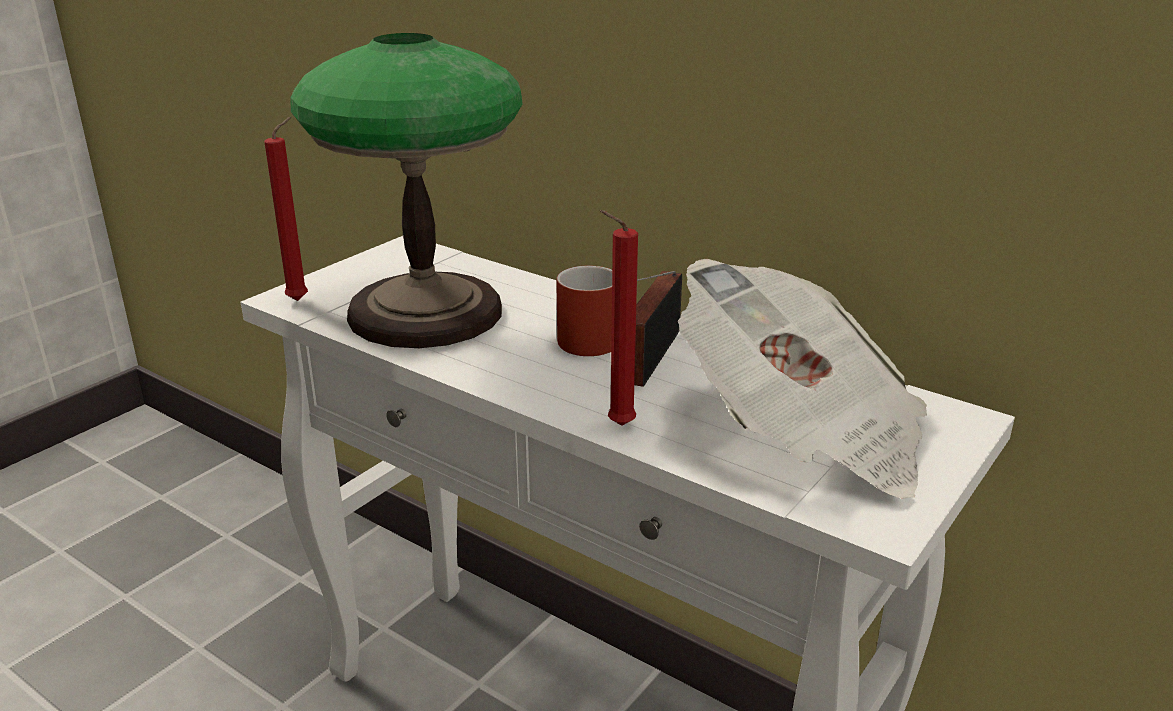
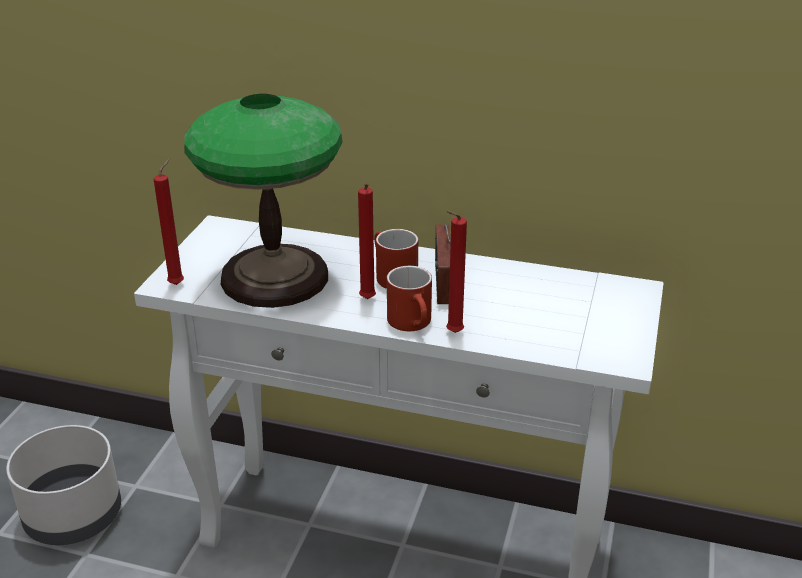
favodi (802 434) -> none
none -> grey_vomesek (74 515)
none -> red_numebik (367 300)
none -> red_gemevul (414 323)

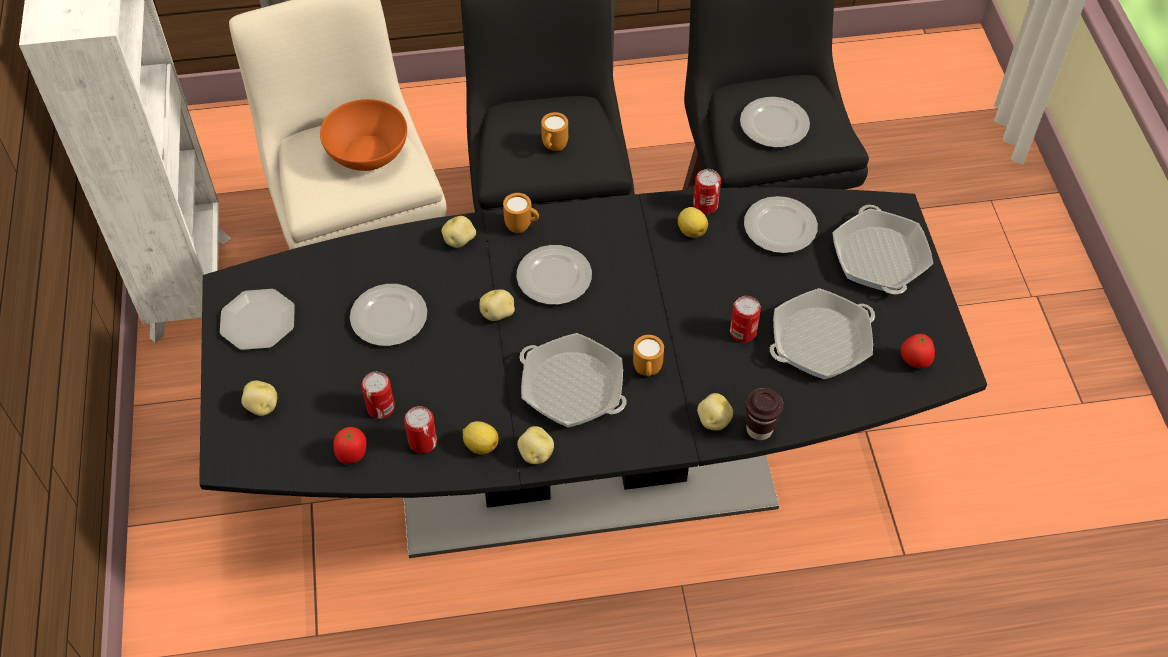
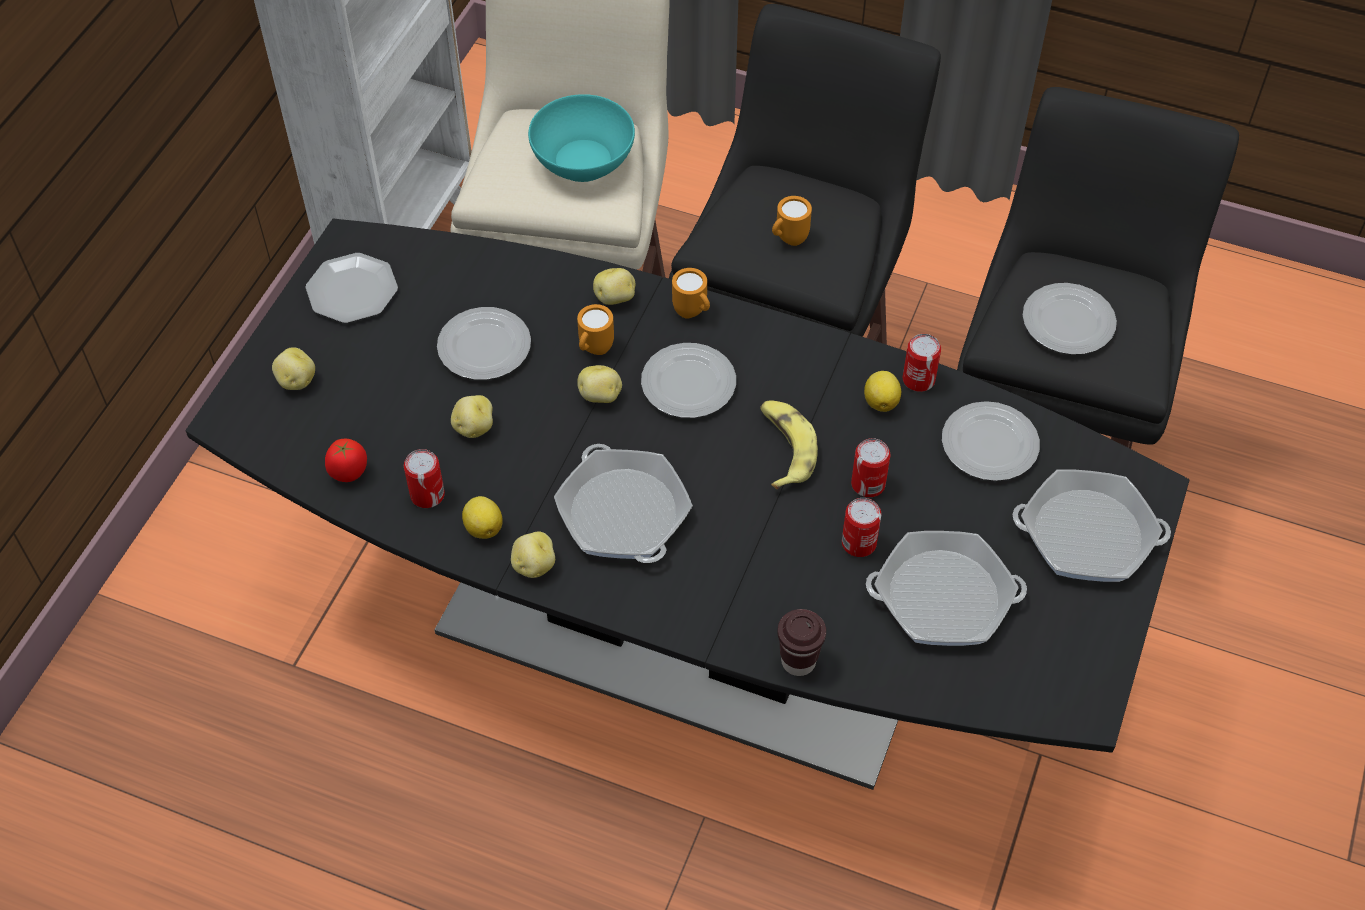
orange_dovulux (368 153) -> turquoise_dovulux (584 161)
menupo (381 407) -> menupo (868 484), moved
orange_gemevul (647 372) -> orange_gemevul (594 350), moved
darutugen (713 421) -> darutugen (473 427), moved
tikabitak (879 257) -> tikabitak (1087 534), 105 degrees counterclockwise
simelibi (914 362) -> none
none -> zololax (784 448)

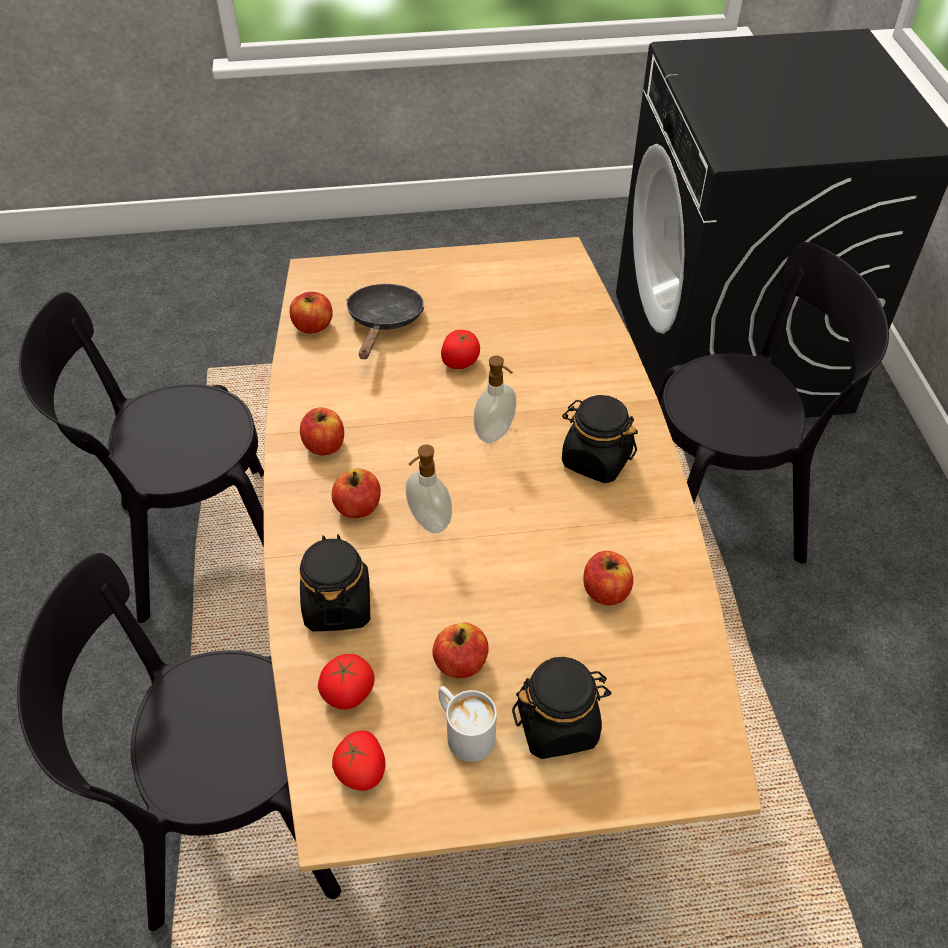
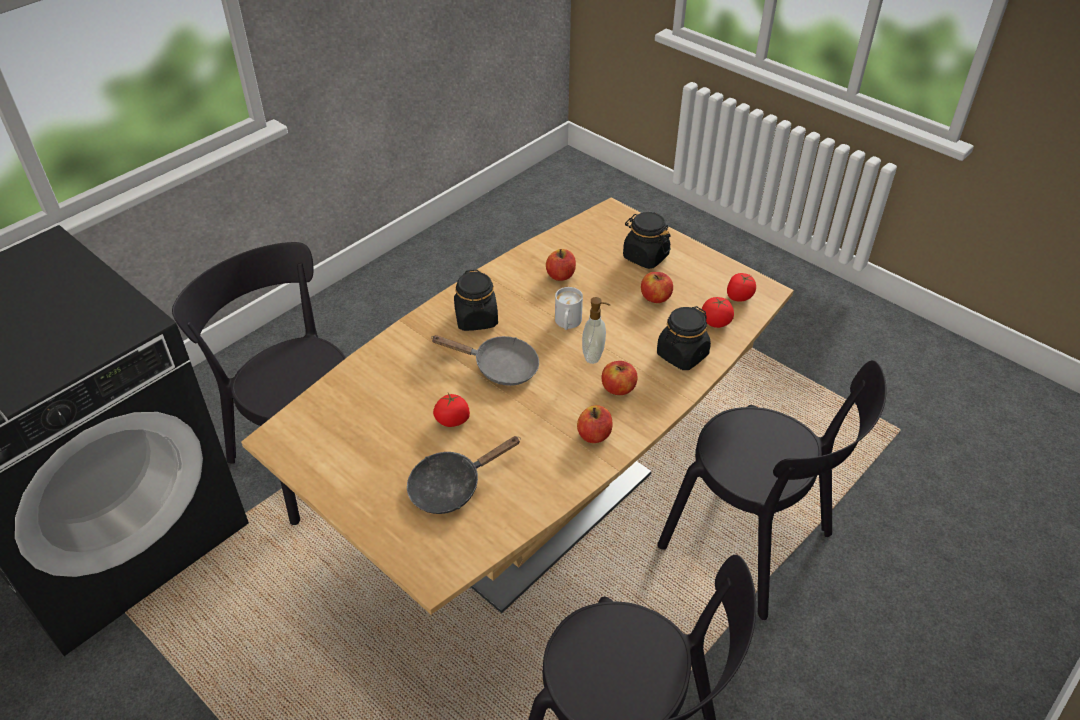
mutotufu (313 326) -> none
white_gemevul (463 731) -> white_gemevul (567 324), moved
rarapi (496 433) -> grey_tikabitak (499 367)

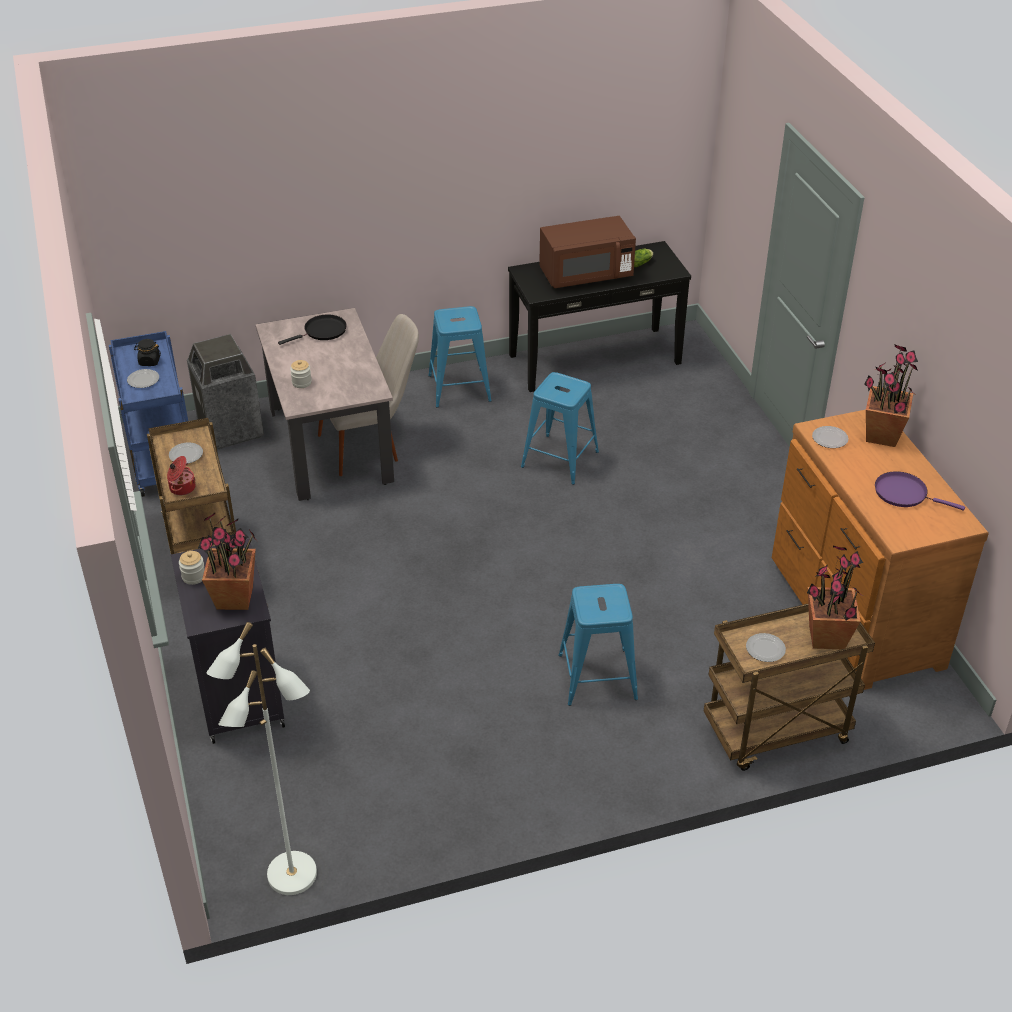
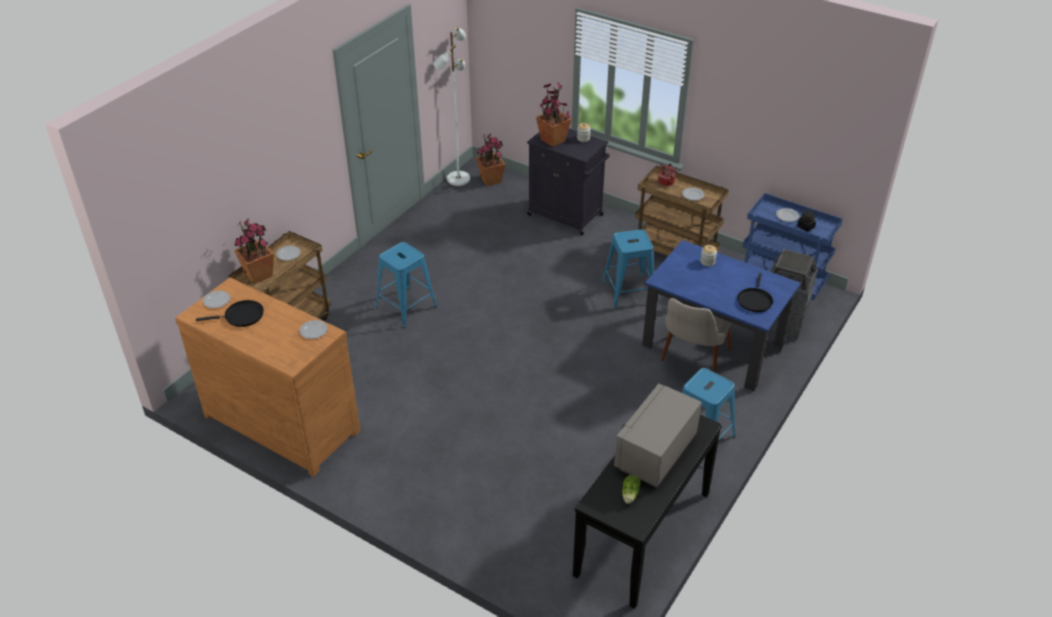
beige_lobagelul (330 445) -> blue_lobagelul (712 346)
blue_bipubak (559 459) -> blue_bipubak (628 292), moved
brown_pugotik (586 274) -> grey_pugotik (655 452)
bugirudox (881 436) -> bugirudox (491 180), moved
purple_tikabitak (904 493) -> black_tikabitak (241 316)
none -> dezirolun (216 300)

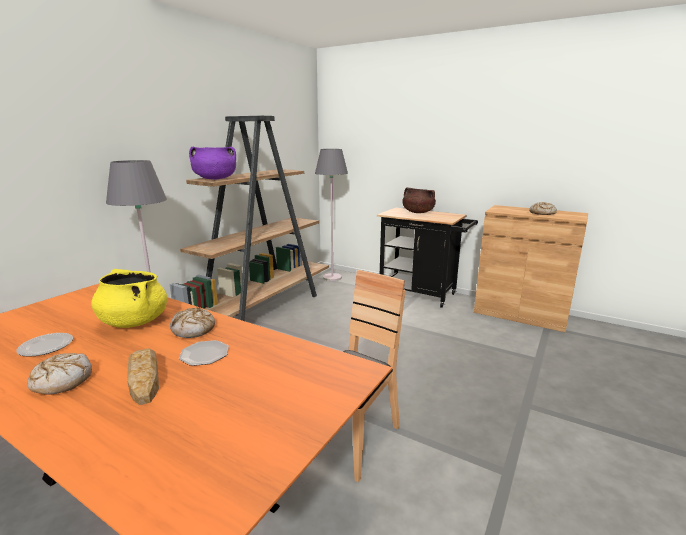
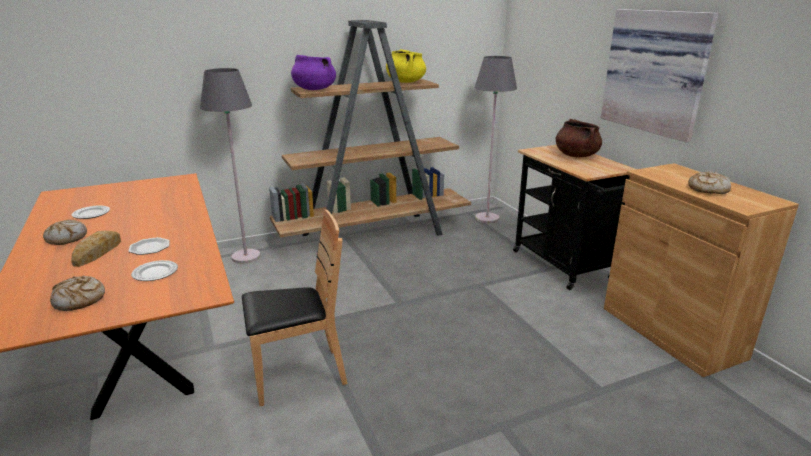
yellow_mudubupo (134 322) -> yellow_mudubupo (405 82), moved
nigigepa (193 329) -> nigigepa (79 300), moved
none -> dezirolun (155 273)
none -> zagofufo (657 72)

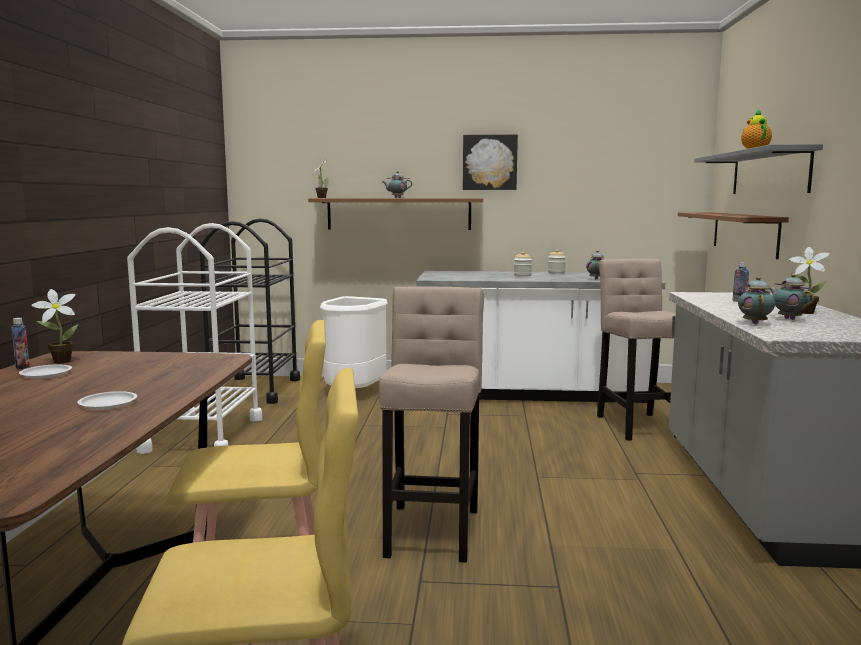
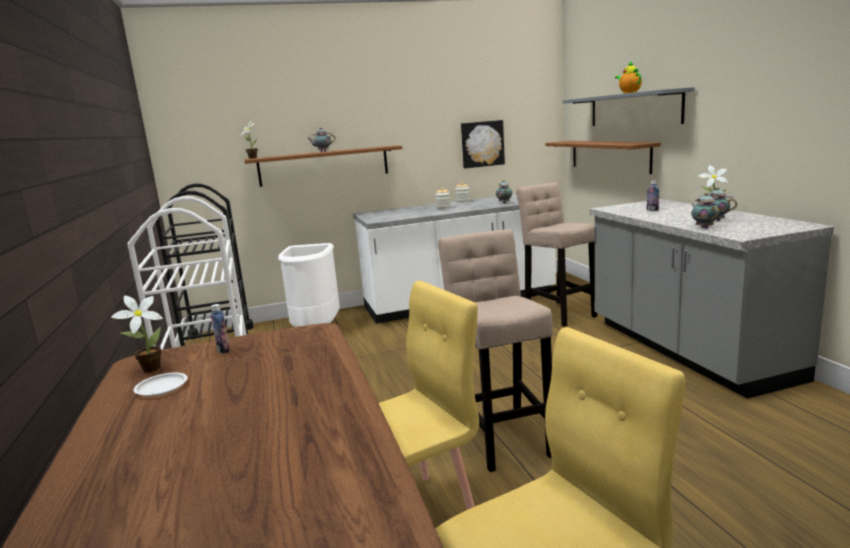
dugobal (22 367) -> dugobal (223 350), moved
white_dezirolun (108 404) -> none
zagofufo (489 162) -> zagofufo (482 144), moved

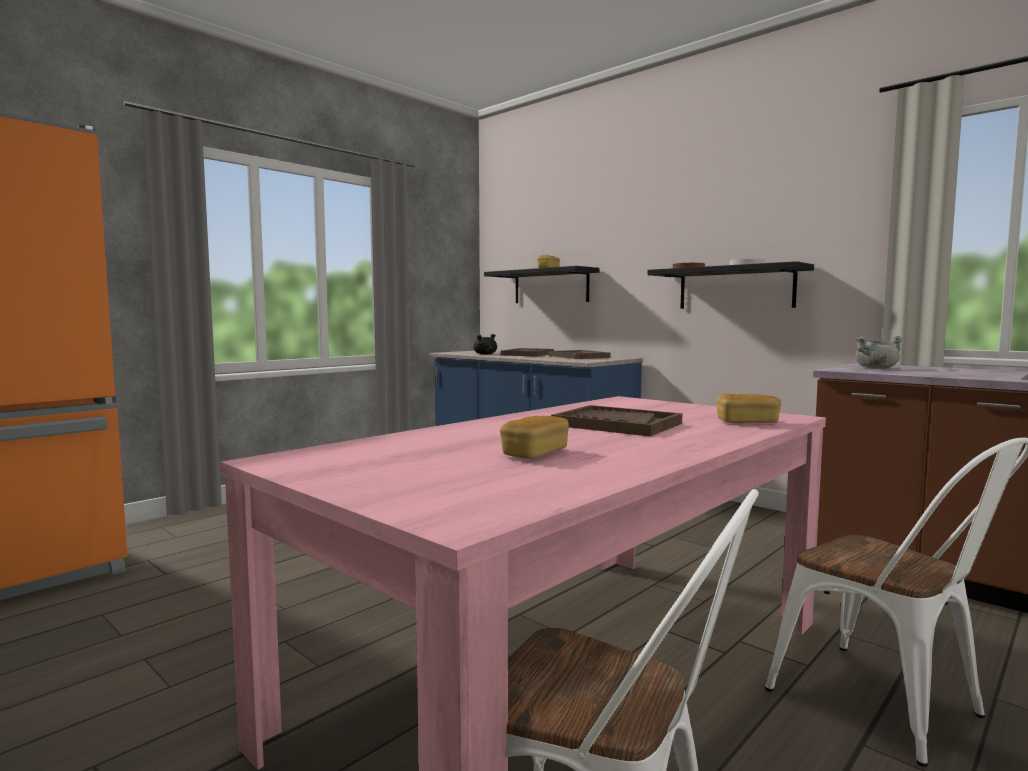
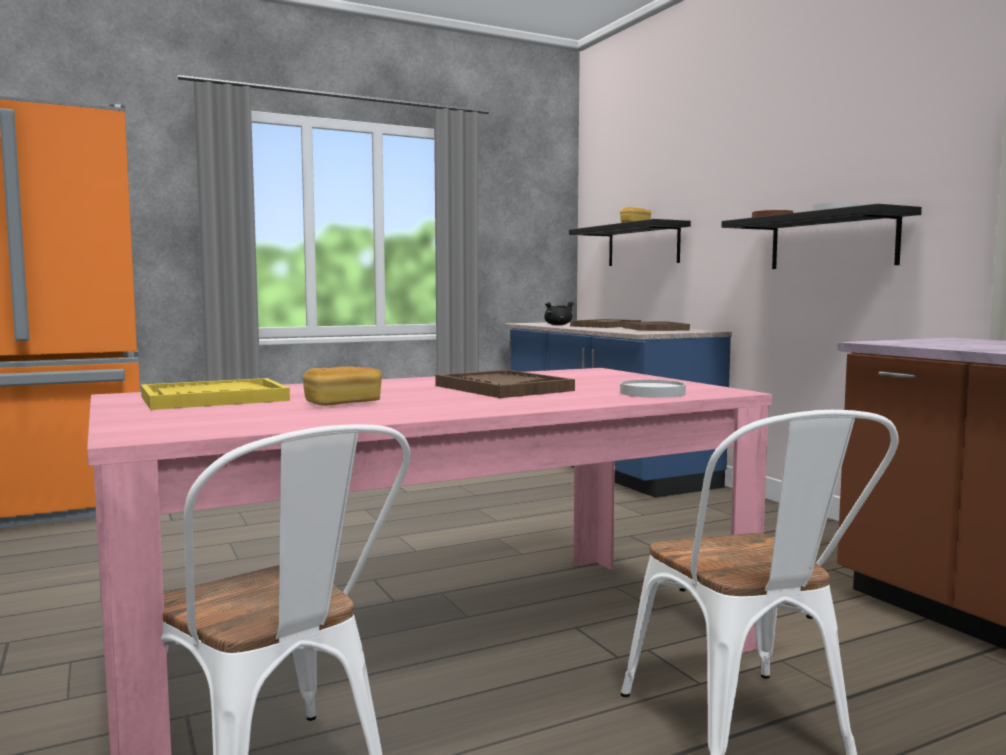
nigigepa (747 422) -> white_dezirolun (652 393)
grey_mudubupo (876 368) -> none
none -> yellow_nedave (214 398)

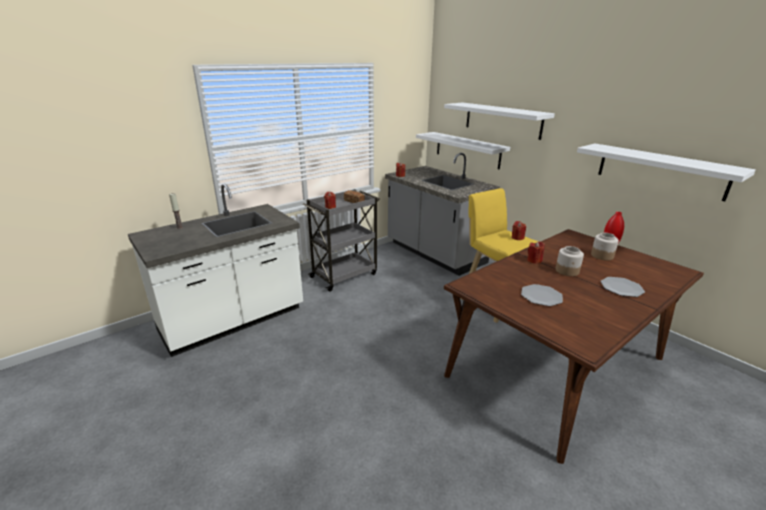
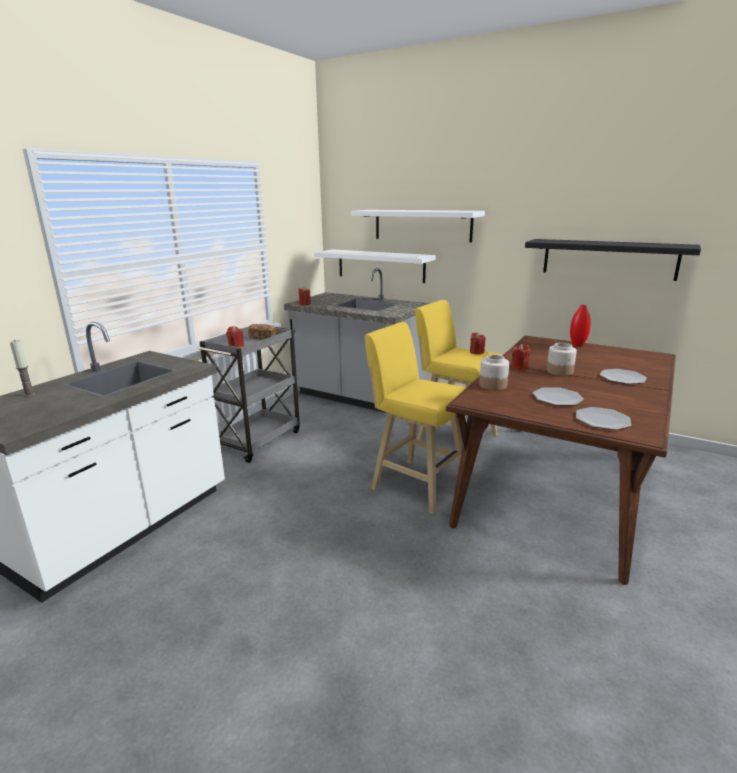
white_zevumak (660 170) -> black_zevumak (608 259)
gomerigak (601 255) -> gomerigak (492 385), moved
none -> yellow_bipubak (416 484)
none -> dezirolun (602 420)

